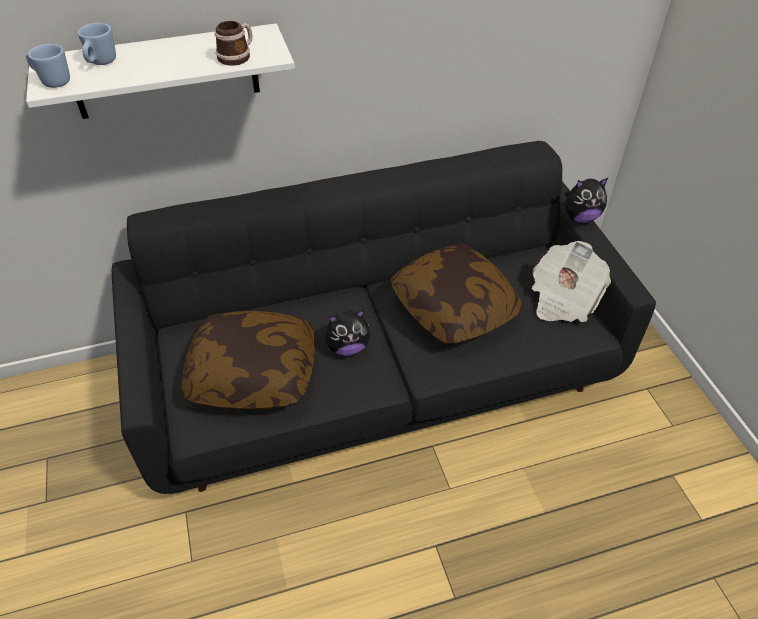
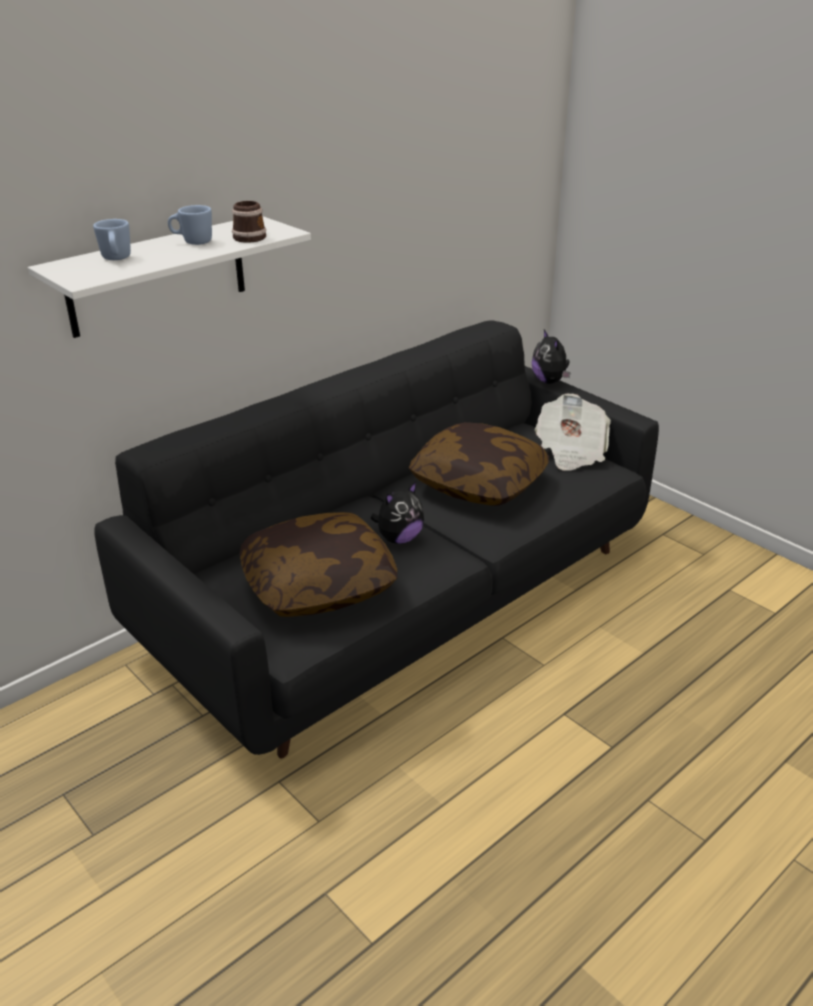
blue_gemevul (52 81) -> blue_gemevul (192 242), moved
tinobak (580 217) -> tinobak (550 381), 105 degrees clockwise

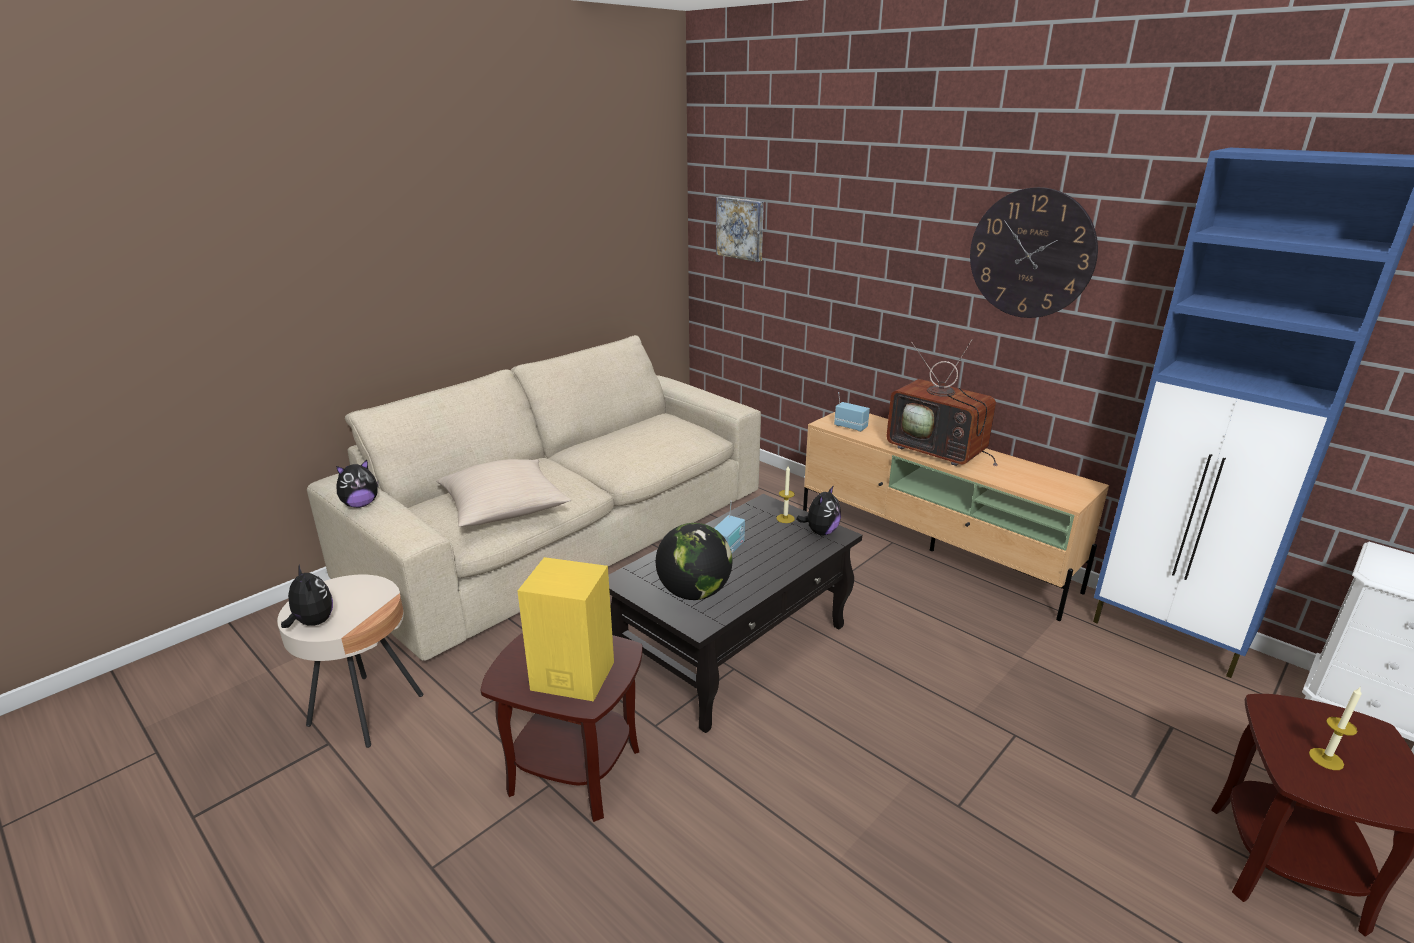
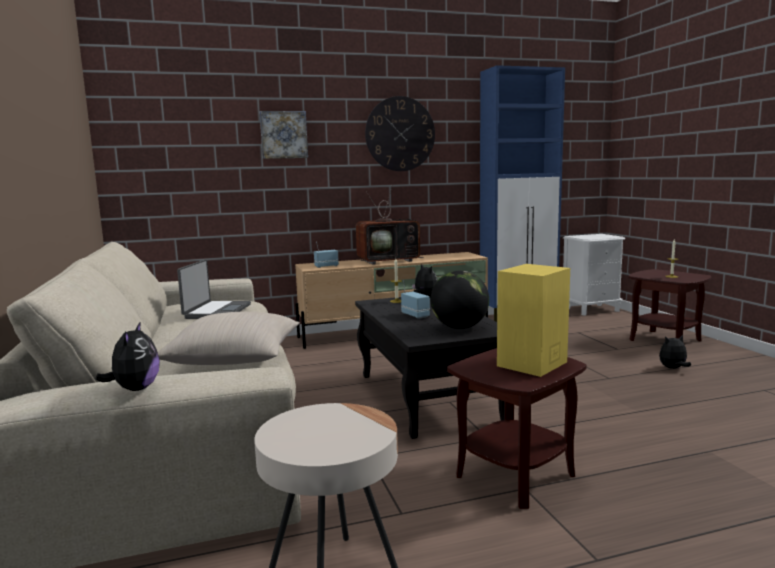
tinobak (312 622) -> tinobak (673 368), moved
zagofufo (741 228) -> zagofufo (283 135), moved
none -> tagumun (216 311)

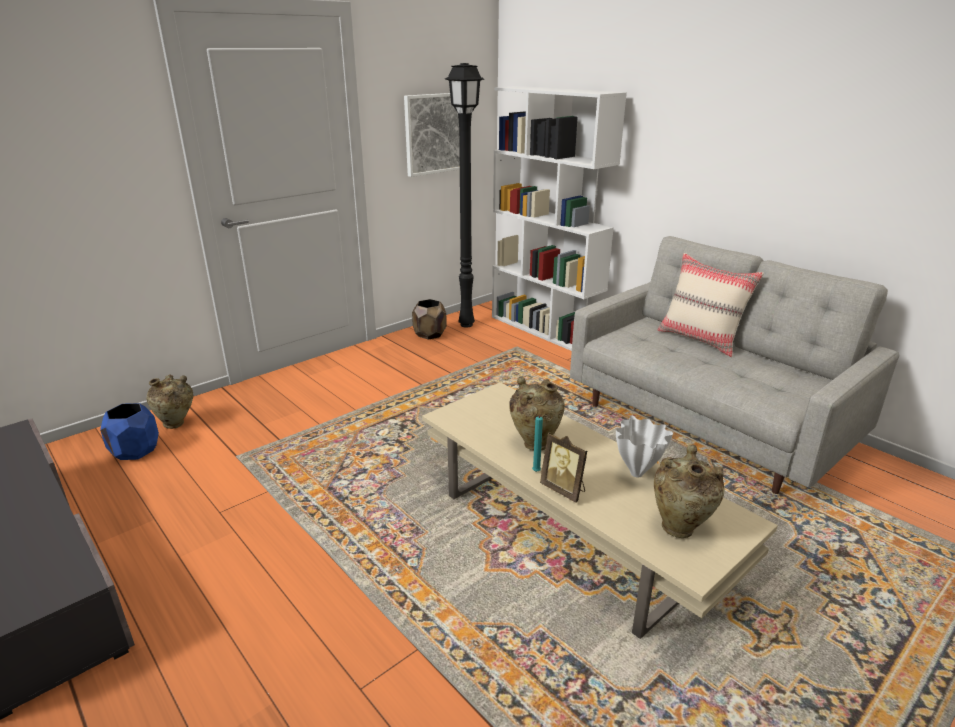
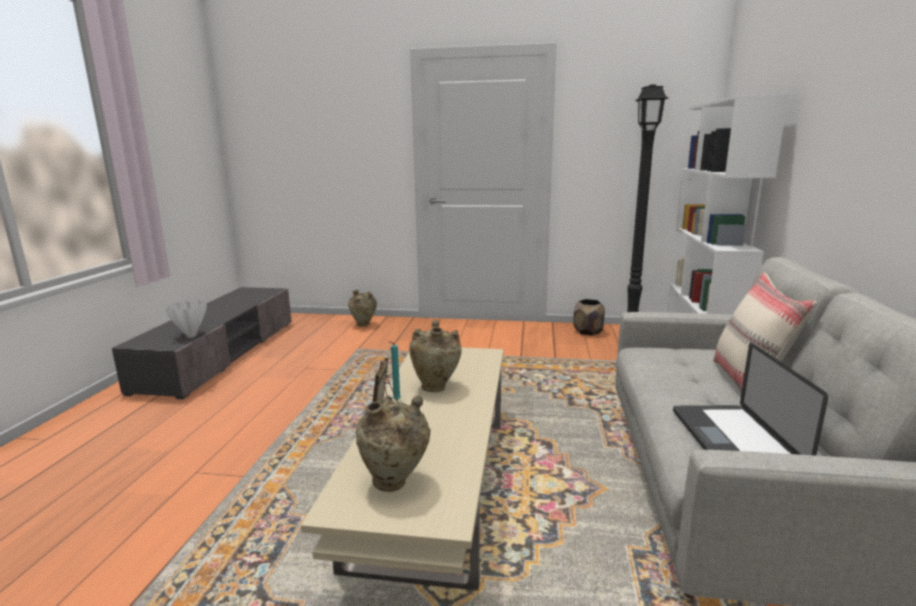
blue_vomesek (135 451) -> none
zagofufo (435 133) -> none
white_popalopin (637 474) -> white_popalopin (190 336), moved
none -> tagumun (734 441)

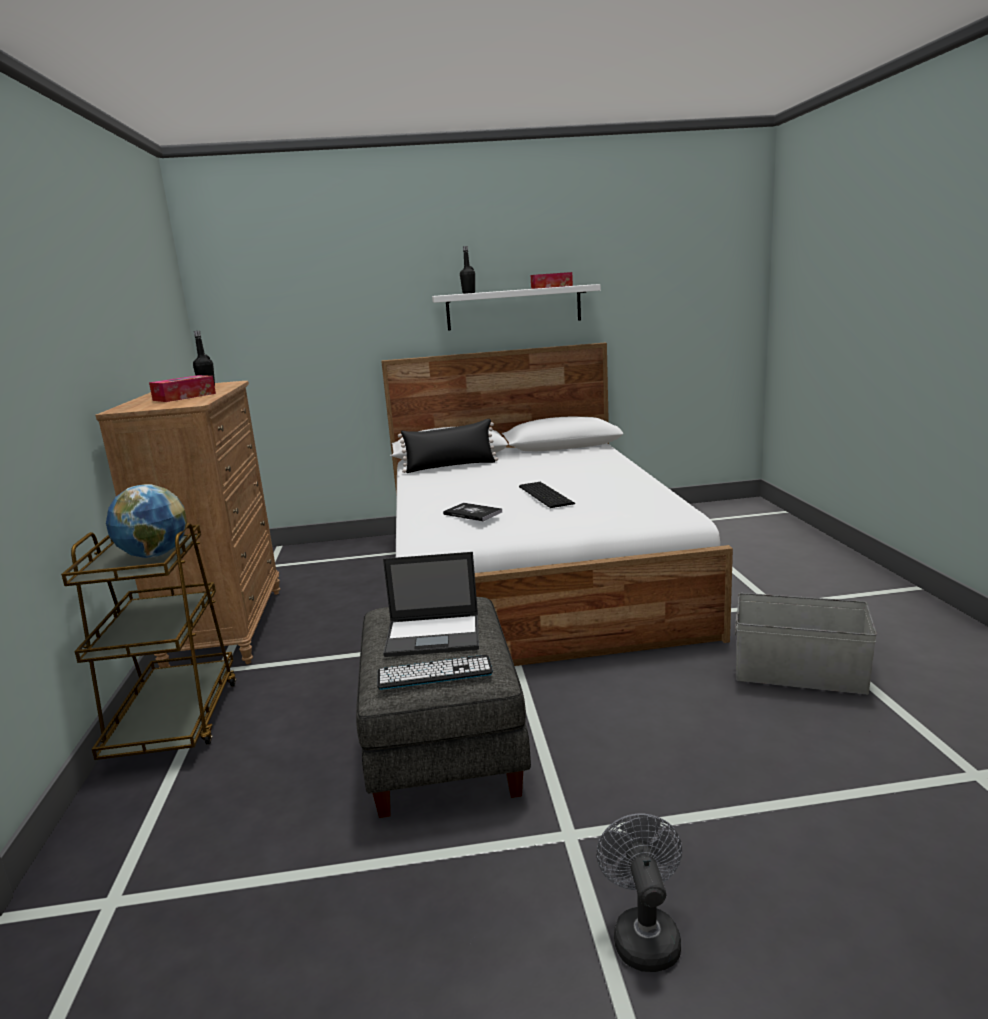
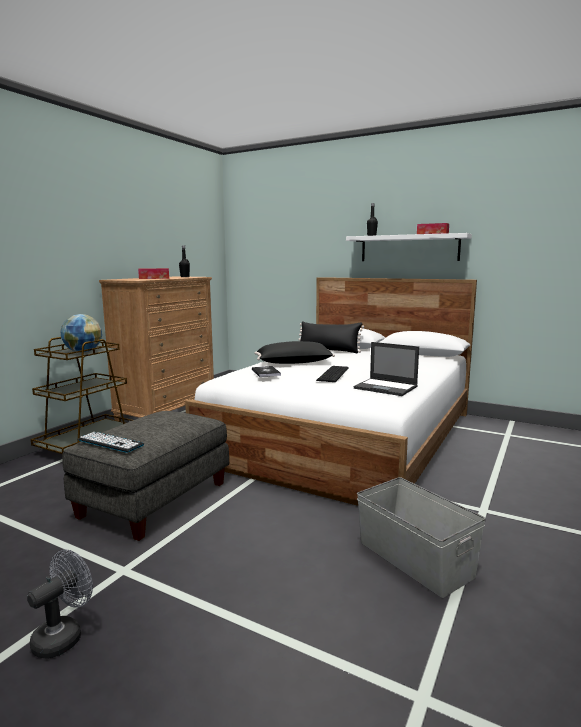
tagumun (434 635) -> tagumun (386 387), moved
none -> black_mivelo (294 363)

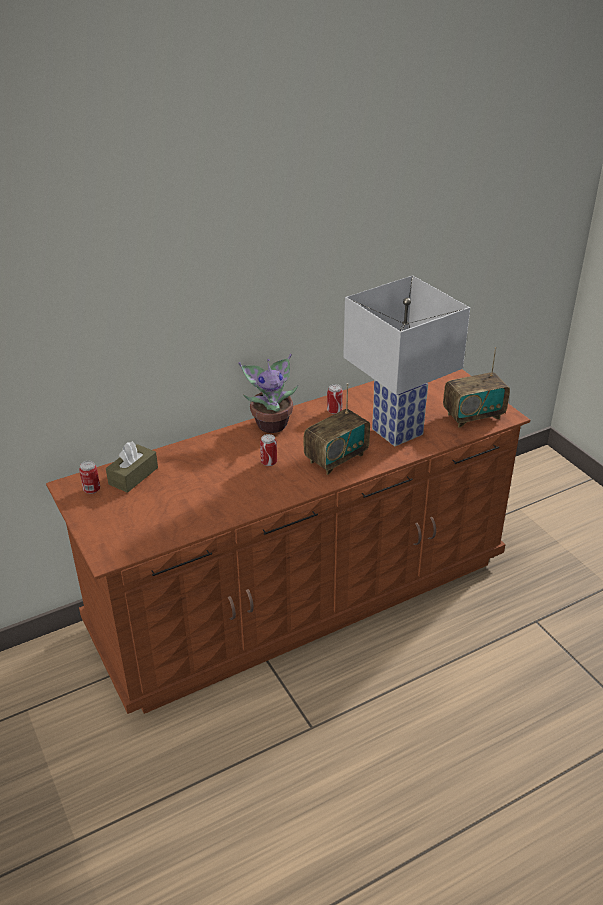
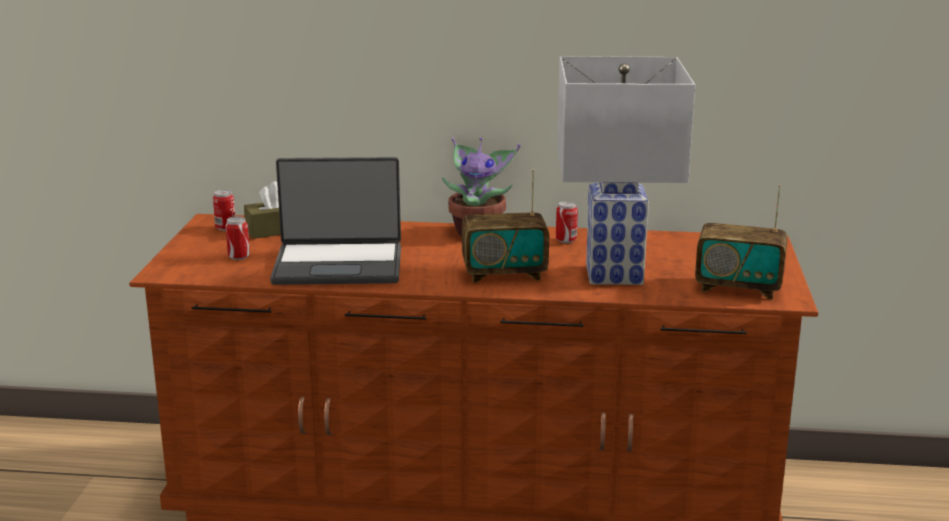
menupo (269 462) -> menupo (239 257), moved
none -> tagumun (338 265)

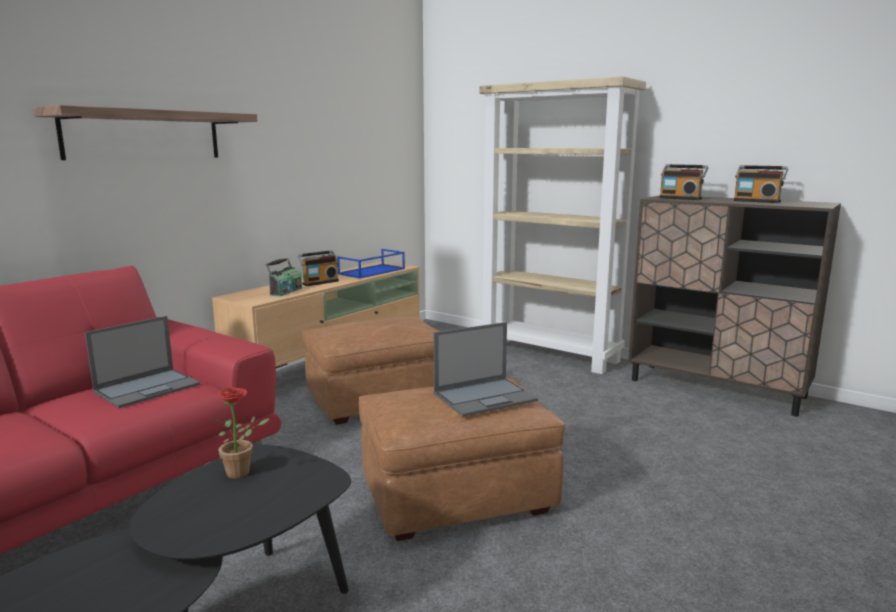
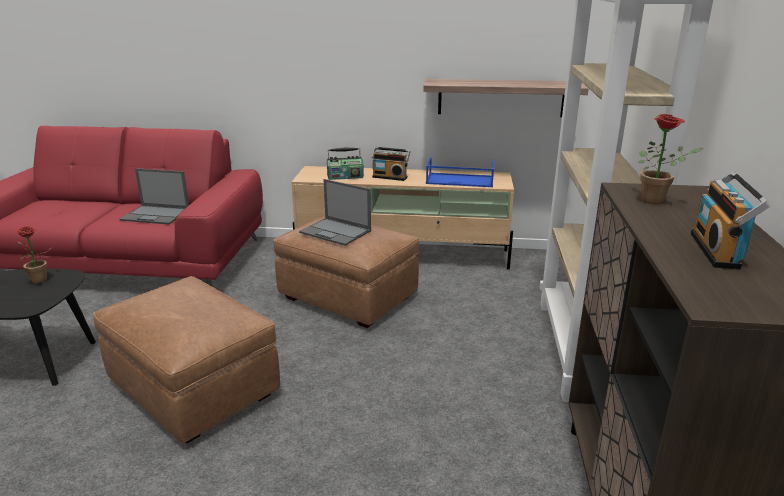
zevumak (144 135) -> zevumak (501 97), moved
tagumun (485 397) -> tagumun (336 232), moved
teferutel (681 198) -> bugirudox (657 201)

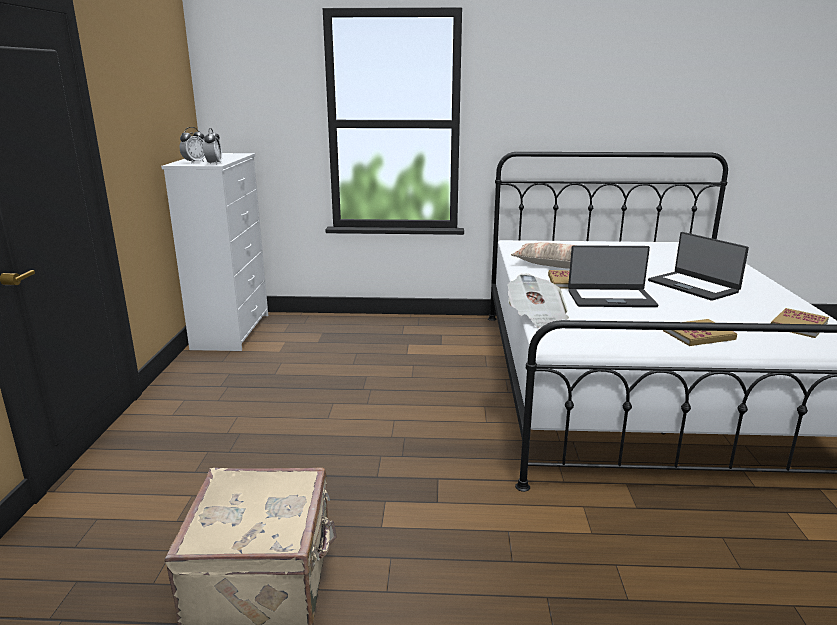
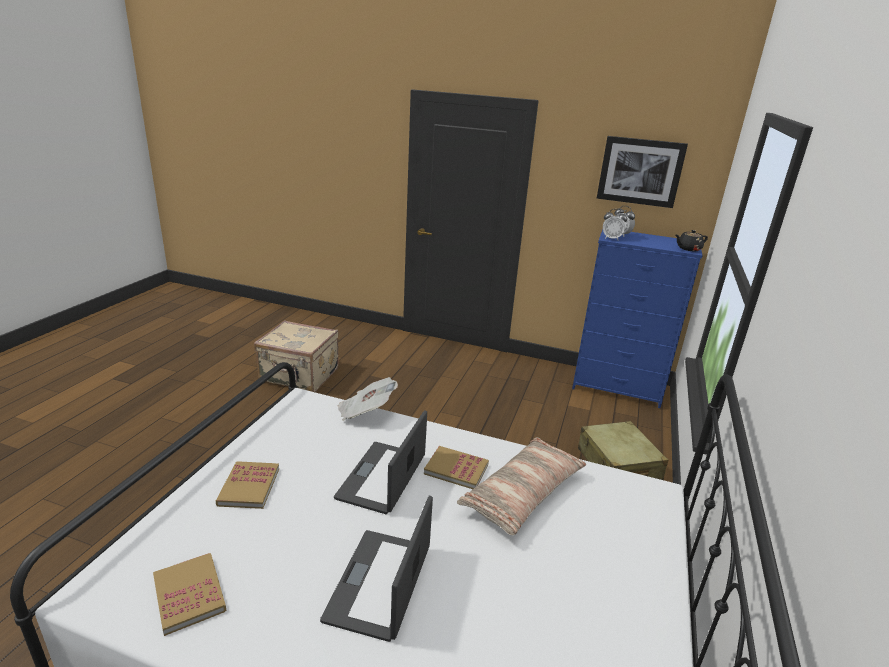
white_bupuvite (232 331) -> blue_bupuvite (617 388)
tagumun (693 286) -> tagumun (380 583), 60 degrees counterclockwise
none -> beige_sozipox (618 466)
none -> zagofufo (640 171)
none -> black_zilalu (688 249)

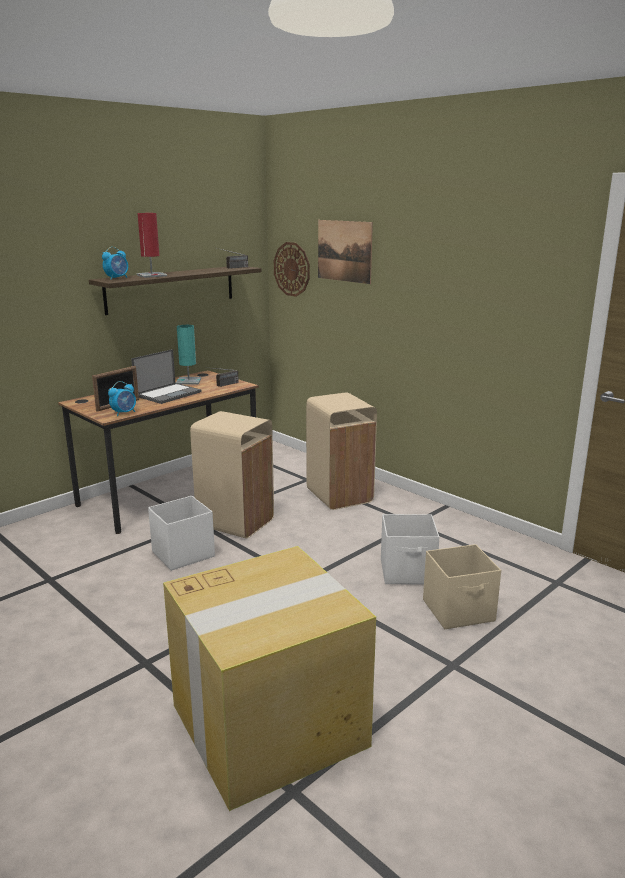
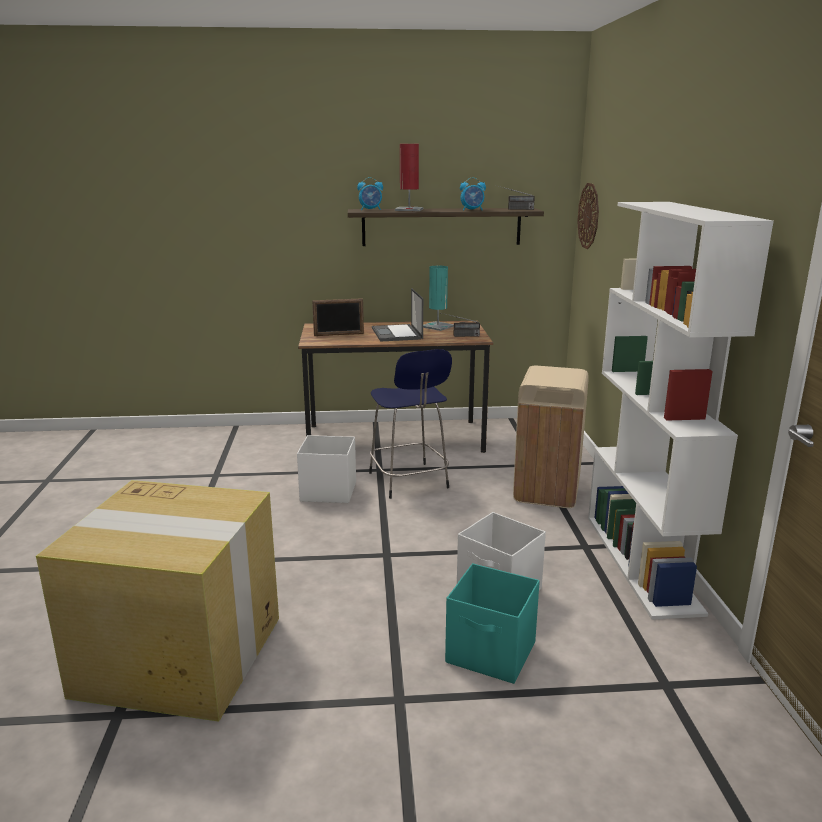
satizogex (124 413) -> satizogex (472 210), moved
tagumun (168 394) -> tagumun (397 334), 90 degrees clockwise
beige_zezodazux (235 523) -> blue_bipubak (409 482)
zagofufo (344 251) -> none
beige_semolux (459 611) -> turquoise_semolux (492 654)
none -> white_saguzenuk (642 562)

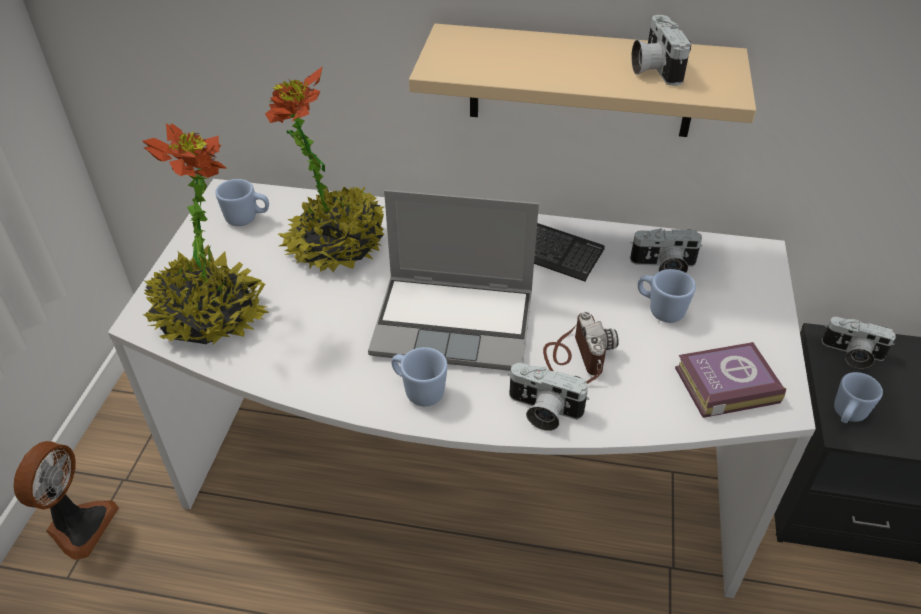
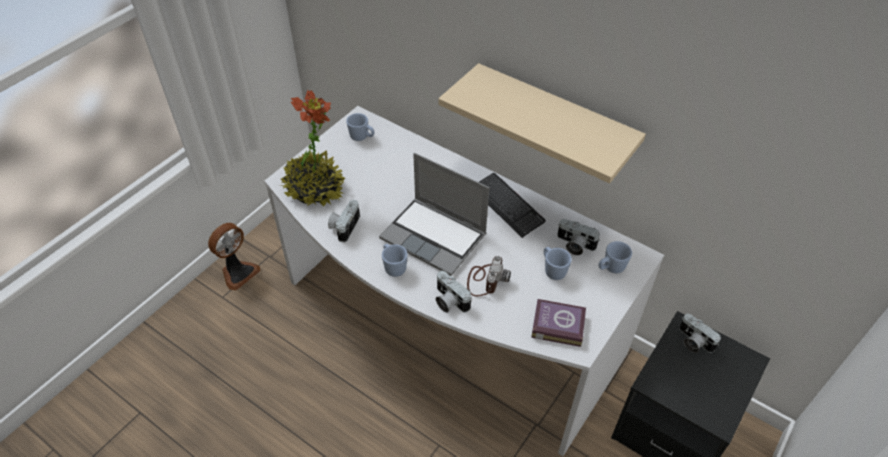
bugirudox (336 246) -> none
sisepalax (653 68) -> sisepalax (344 226), moved
blue_gemevul (847 415) -> blue_gemevul (610 268), moved

